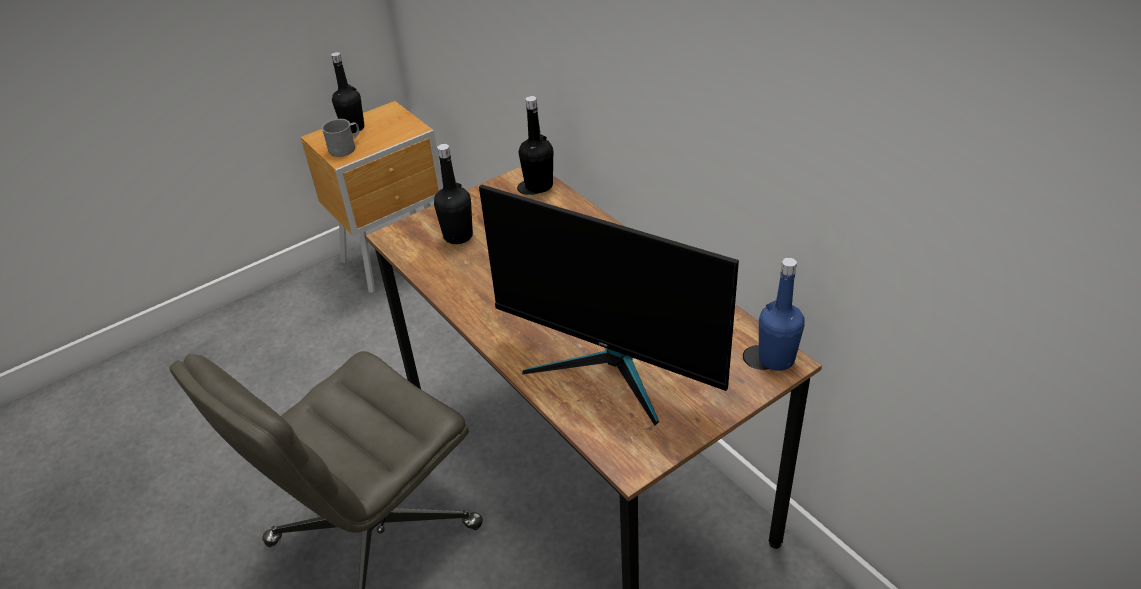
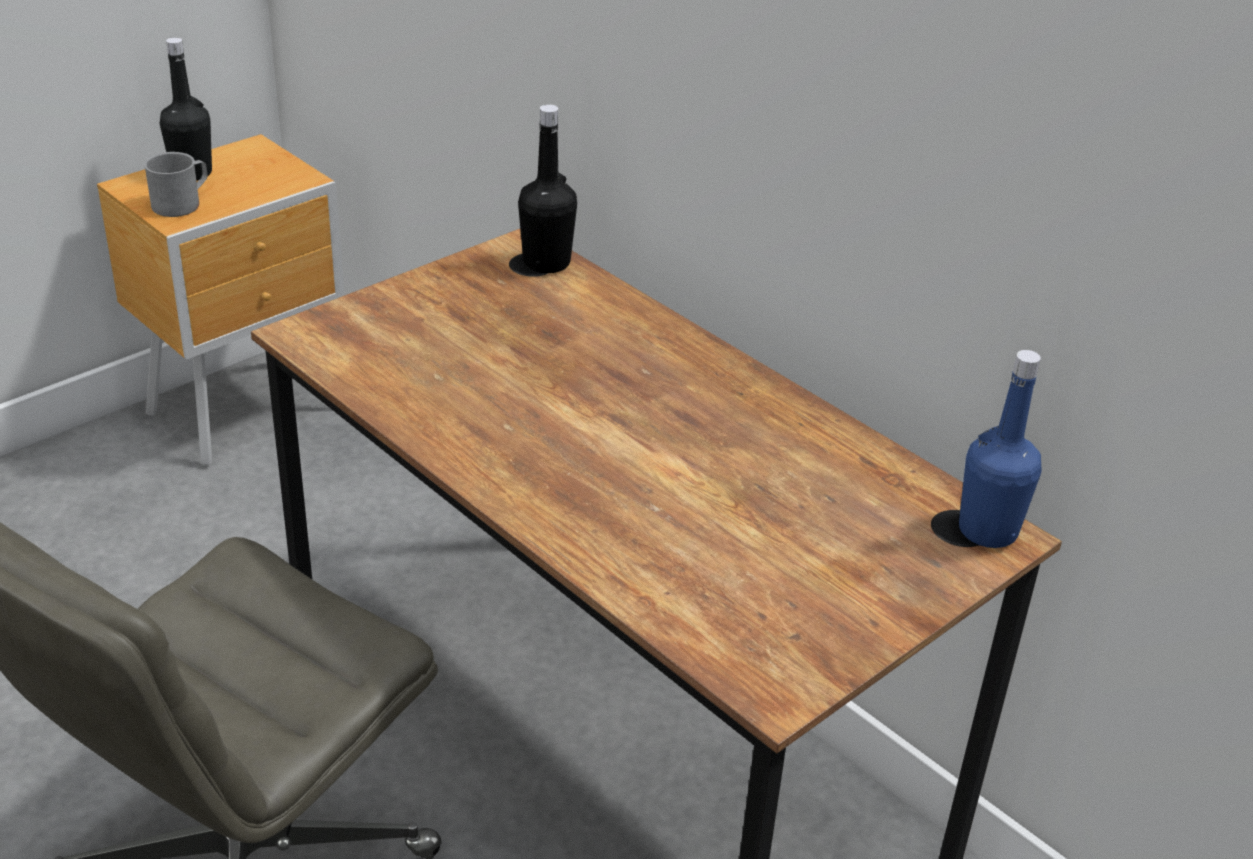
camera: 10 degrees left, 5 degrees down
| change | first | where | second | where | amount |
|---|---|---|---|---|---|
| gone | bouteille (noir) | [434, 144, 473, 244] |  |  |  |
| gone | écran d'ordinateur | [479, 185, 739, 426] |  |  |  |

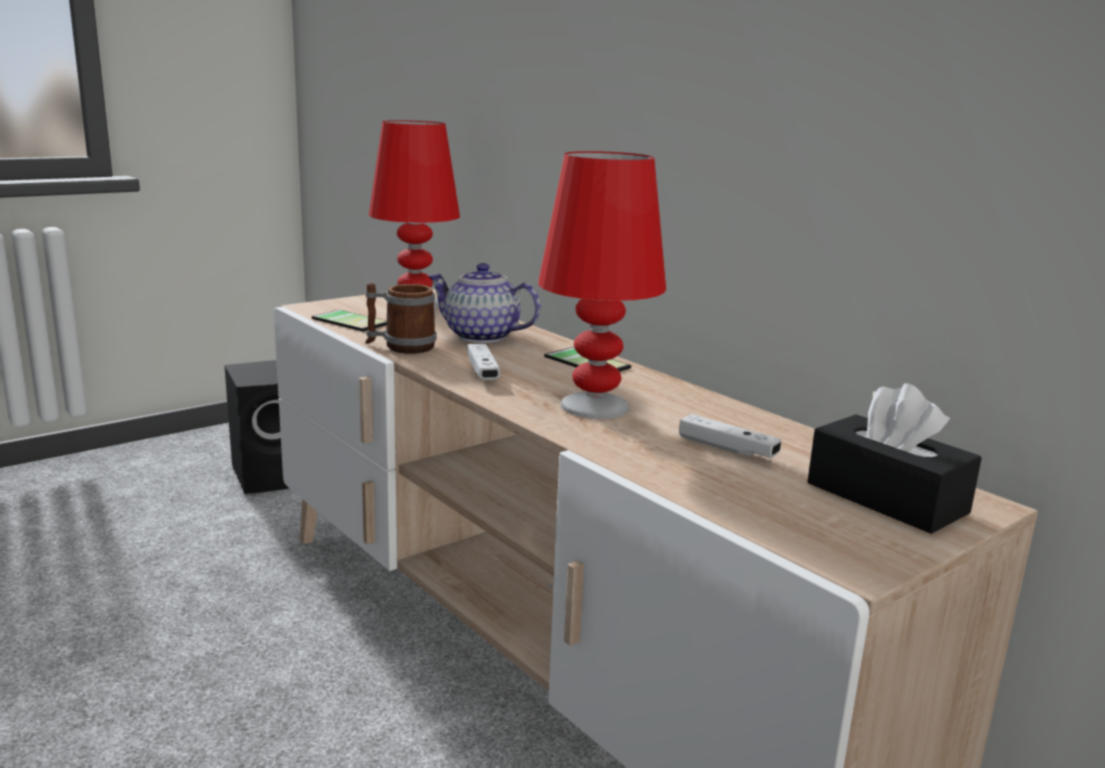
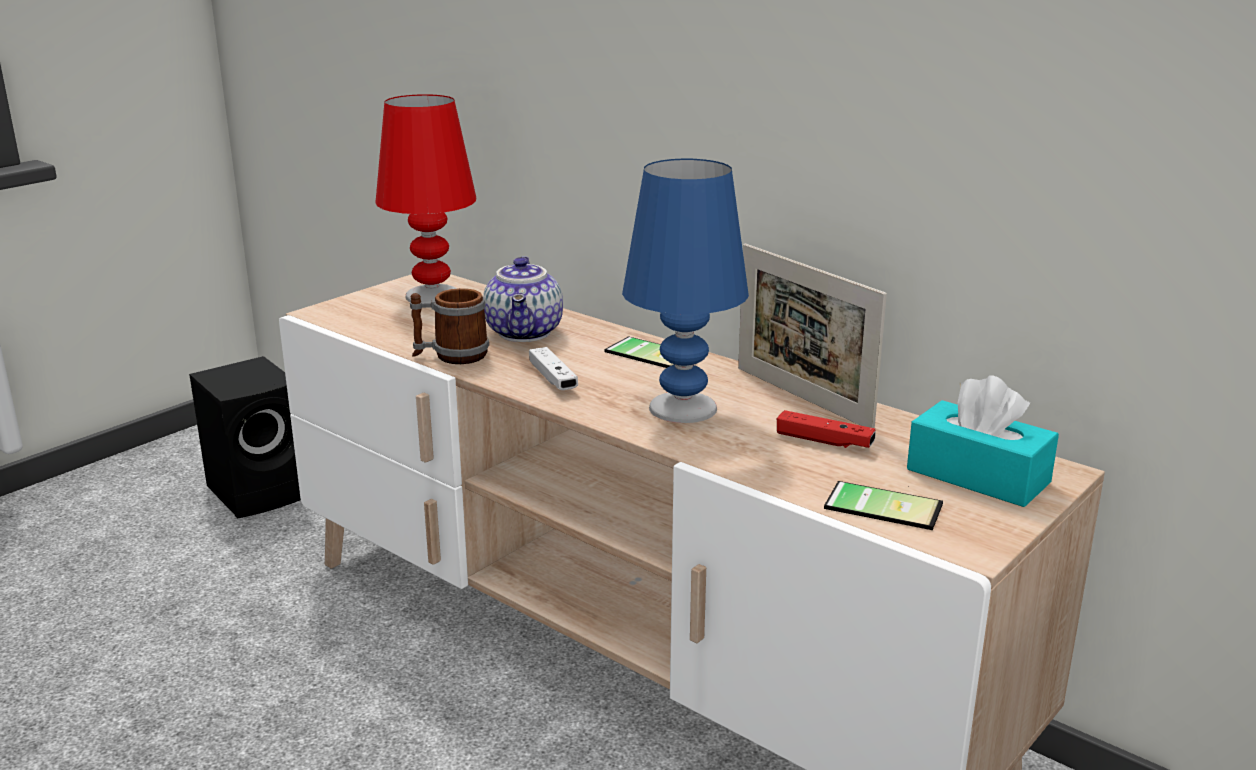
camera: 10 degrees left, 5 degrees up
| change | first | where | second | where | amount |
|---|---|---|---|---|---|
| repainted | lampe de table (rouge) | [538, 151, 666, 419] | lampe de table (bleu) | [622, 159, 749, 423] |  |
| rotated | théière | [428, 263, 541, 343] |  | [483, 256, 563, 342] | 105 degrees counterclockwise |
| shifted | téléphone | [312, 310, 387, 331] |  | [824, 481, 943, 530] |  |
| repainted | boîte à mouchoirs (noir) | [807, 384, 982, 534] | boîte à mouchoirs (turquoise) | [907, 375, 1059, 507] |  |
| repainted | manette (blanc) | [679, 414, 781, 458] | manette (rouge) | [777, 410, 876, 448] |  |
| new |  |  | cadre photo | [738, 243, 887, 428] |  |

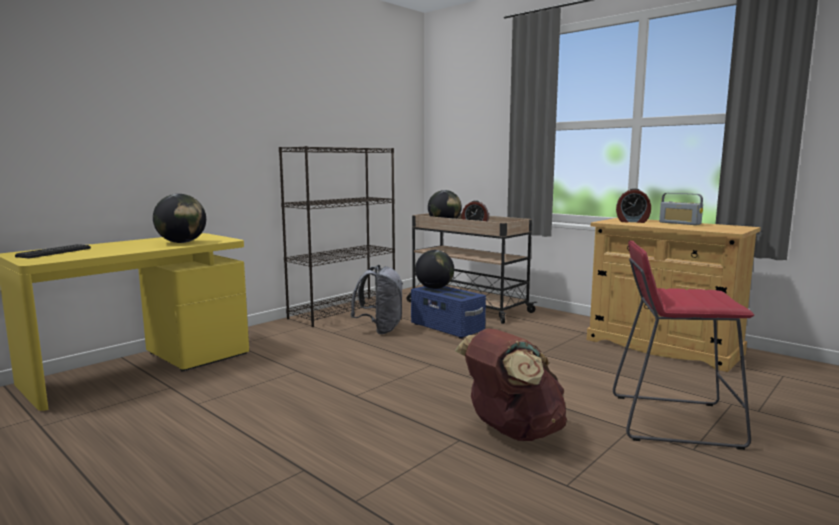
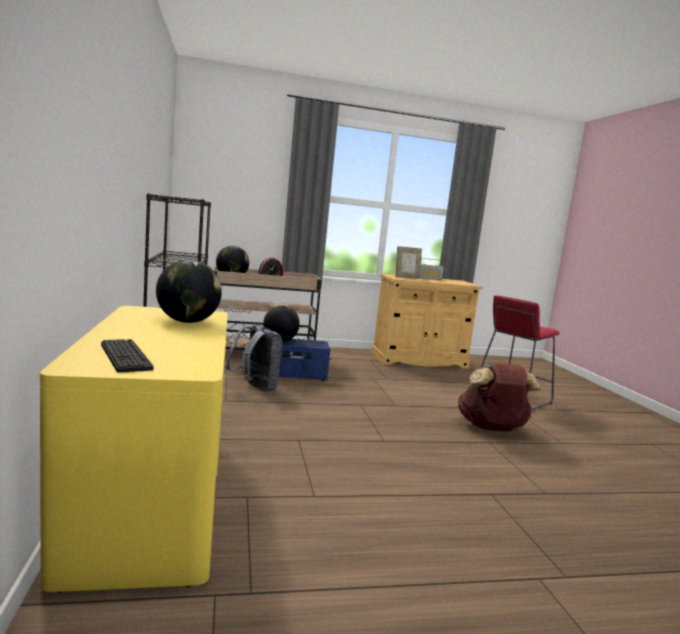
camera: 55 degrees left, 0 degrees up
| change | first | where | second | where | amount |
|---|---|---|---|---|---|
| swapped | réveil | [616, 188, 651, 223] | cadre photo | [395, 246, 422, 279] |  |

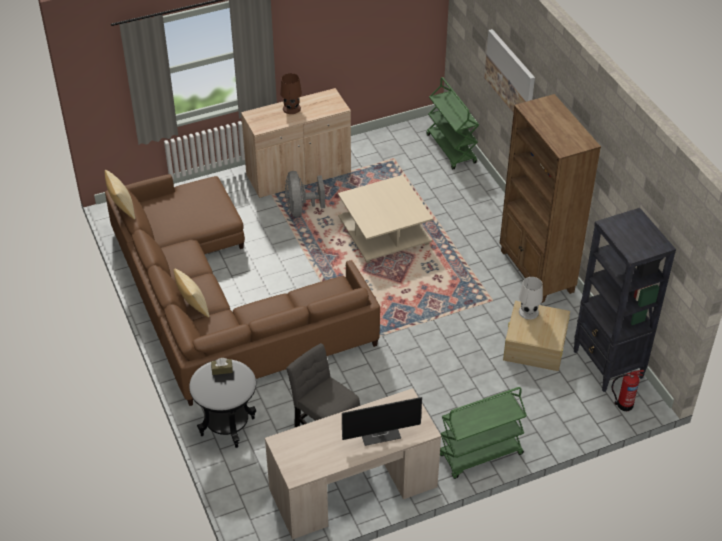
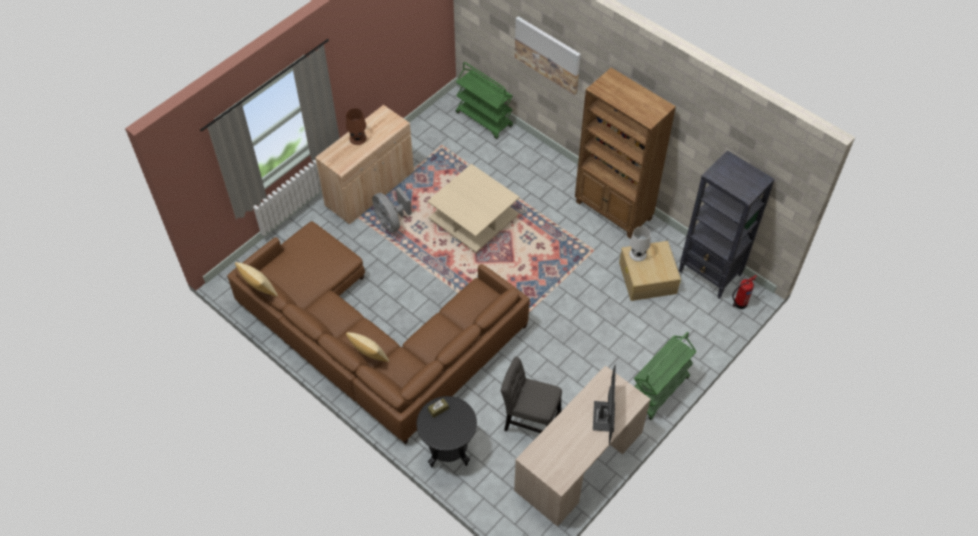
camera: 25 degrees left, 10 degrees up
| change | first | where | second | where | amount |
|---|---|---|---|---|---|
| rotated | écran d'ordinateur | [342, 397, 422, 446] |  | [593, 364, 616, 445] | 45 degrees counterclockwise |

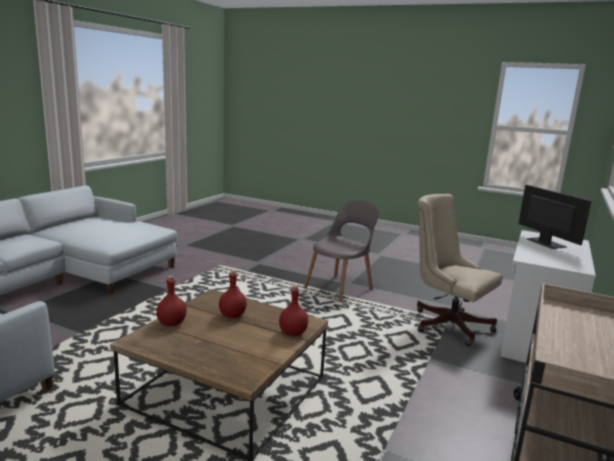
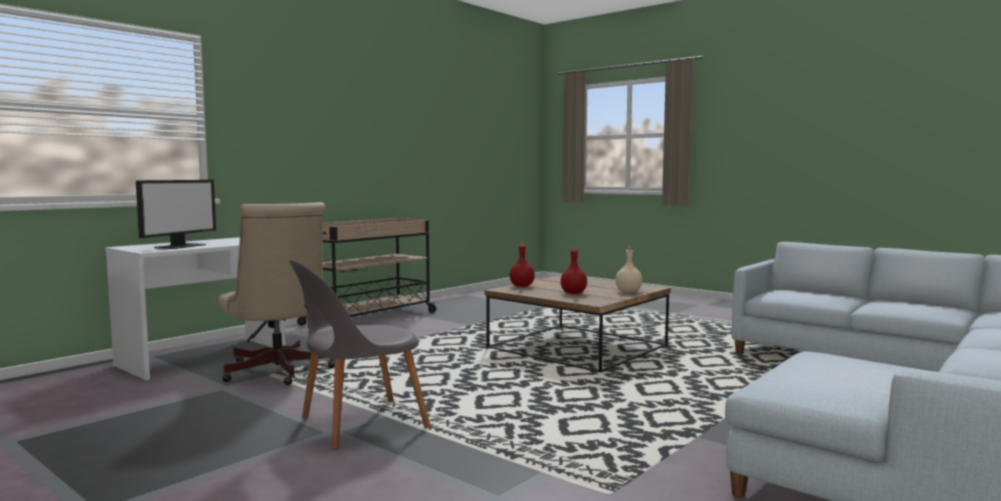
camera: 165 degrees left, 10 degrees down
| change | first | where | second | where | amount |
|---|---|---|---|---|---|
| rotated | écran d'ordinateur | [518, 185, 591, 249] |  | [136, 180, 216, 249] | 150 degrees counterclockwise |
| repainted | bouteille (rouge) | [156, 276, 187, 326] | bouteille (beige) | [616, 246, 642, 293] |  |

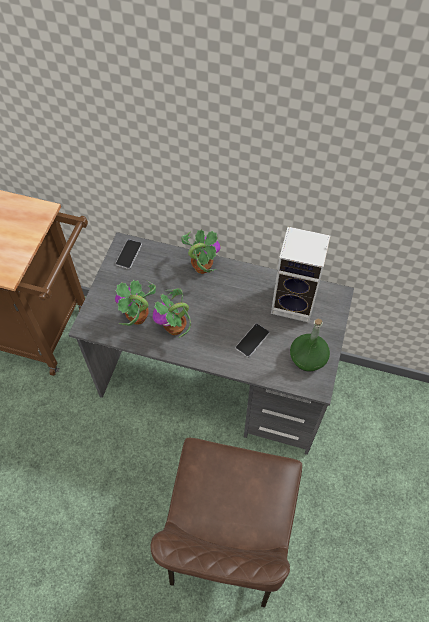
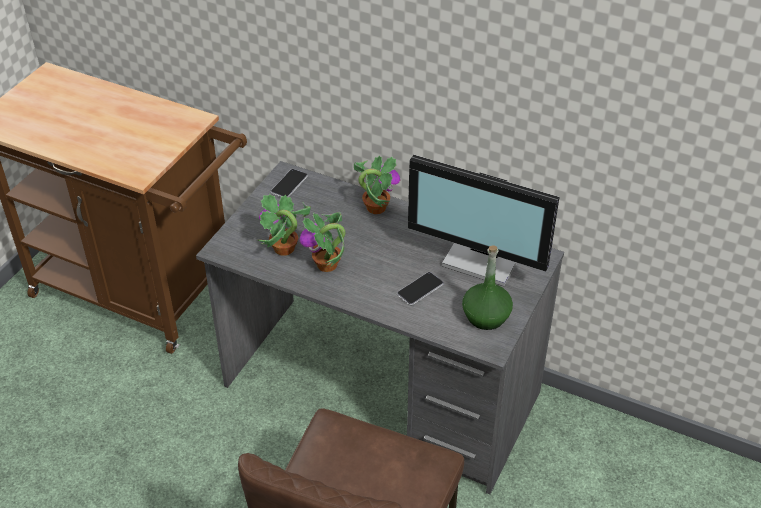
camera: 10 degrees right, 15 degrees down
| change | first | where | second | where | amount |
|---|---|---|---|---|---|
| swapped | enceinte | [271, 227, 330, 323] | écran d'ordinateur | [408, 155, 559, 286] |  |

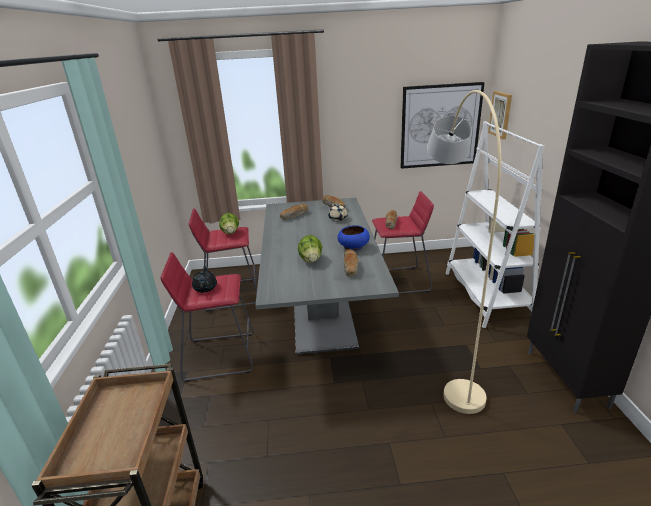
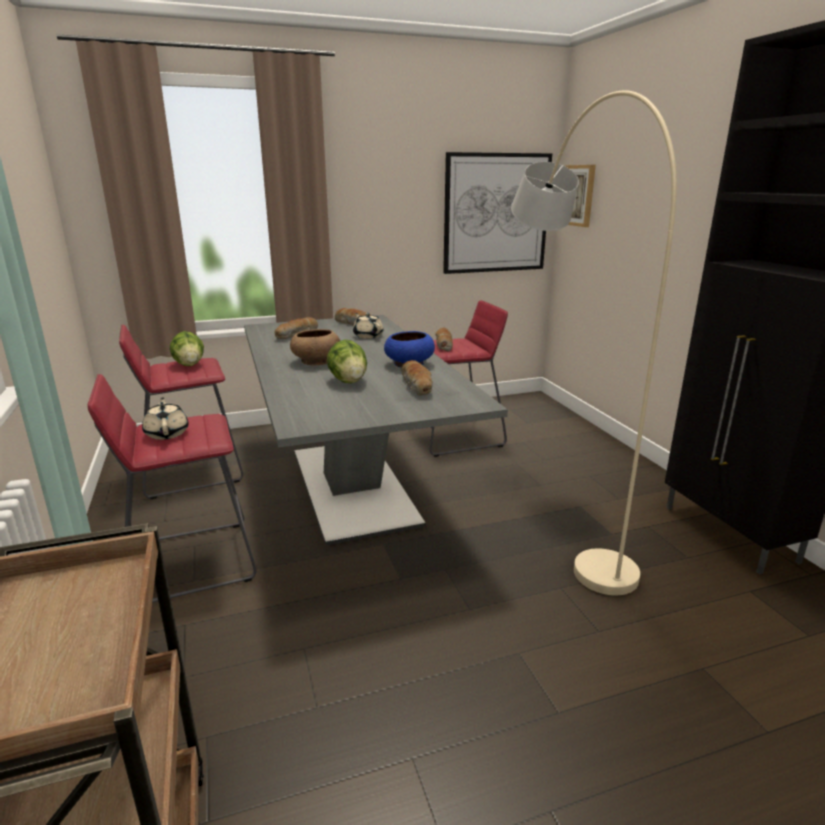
camera: 15 degrees left, 5 degrees down
| change | first | where | second | where | amount |
|---|---|---|---|---|---|
| gone | bibliothèque (blanc) | [446, 121, 545, 328] |  |  |  |
| repainted | théière (noir) | [192, 266, 217, 292] | théière (beige) | [142, 398, 189, 440] |  |
| new |  |  | bol (marron) | [290, 329, 340, 365] |  |

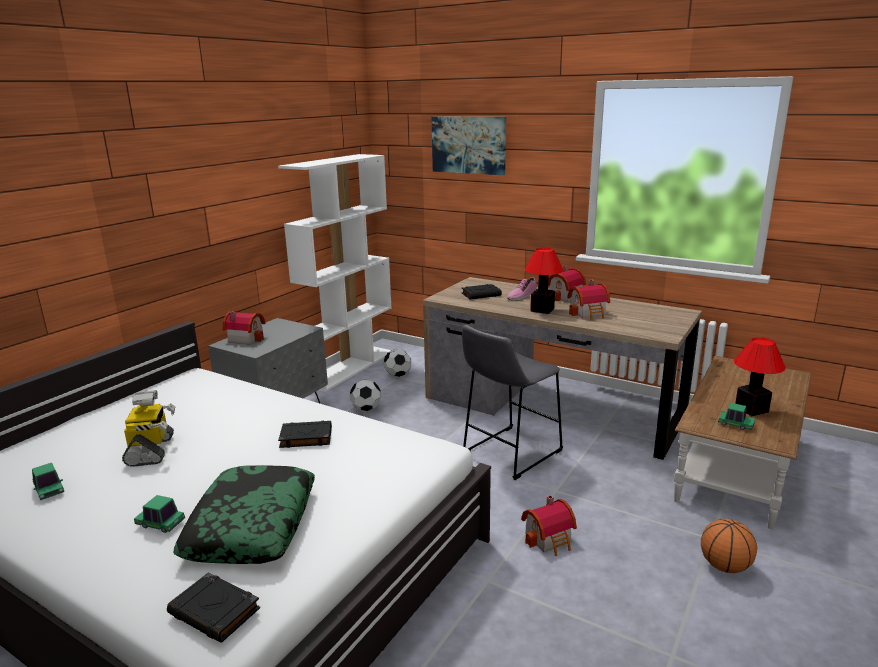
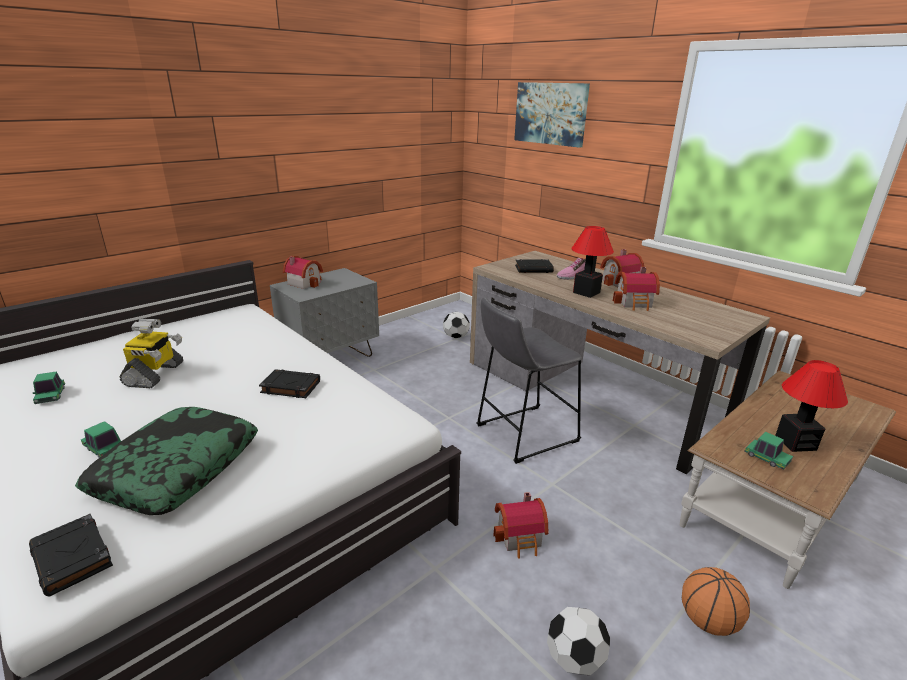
camera: 15 degrees right, 5 degrees up
| change | first | where | second | where | amount |
|---|---|---|---|---|---|
| gone | bibliothèque (blanc) | [278, 154, 392, 392] |  |  |  |
| shifted | ballon de foot | [350, 379, 381, 411] |  | [547, 607, 610, 675] |  |

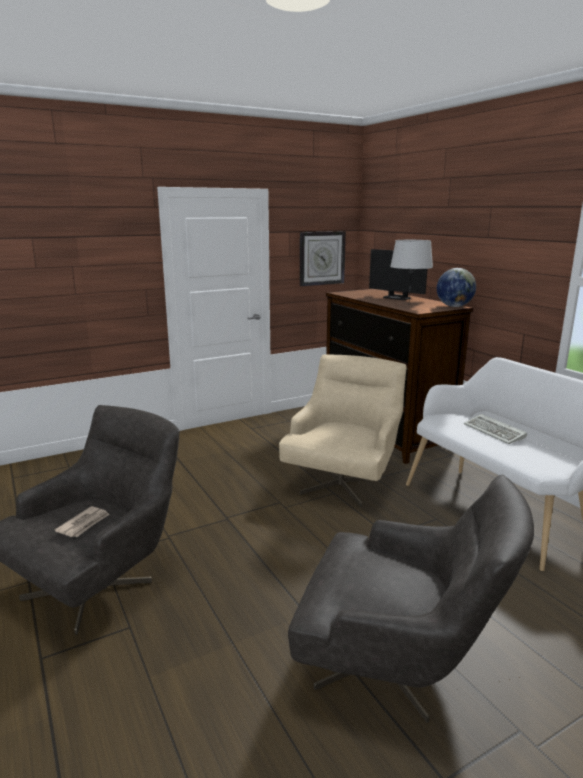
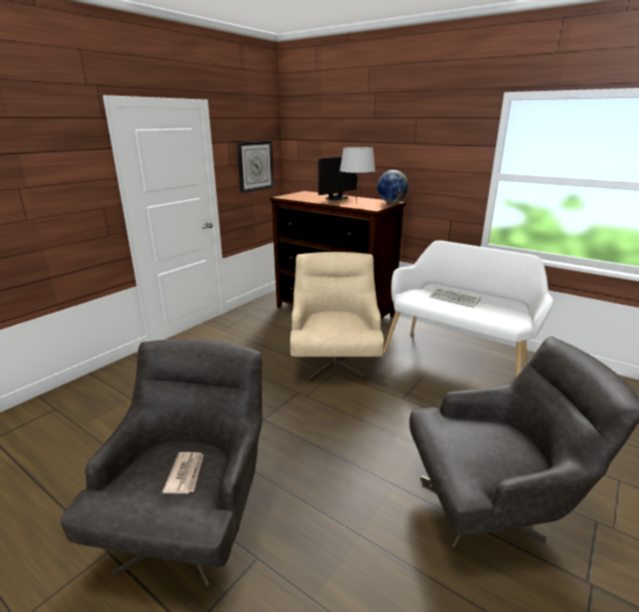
camera: 25 degrees left, 5 degrees up
| change | first | where | second | where | amount |
|---|---|---|---|---|---|
| rotated | écran d'ordinateur | [369, 249, 427, 300] |  | [318, 157, 357, 200] | 60 degrees counterclockwise |

